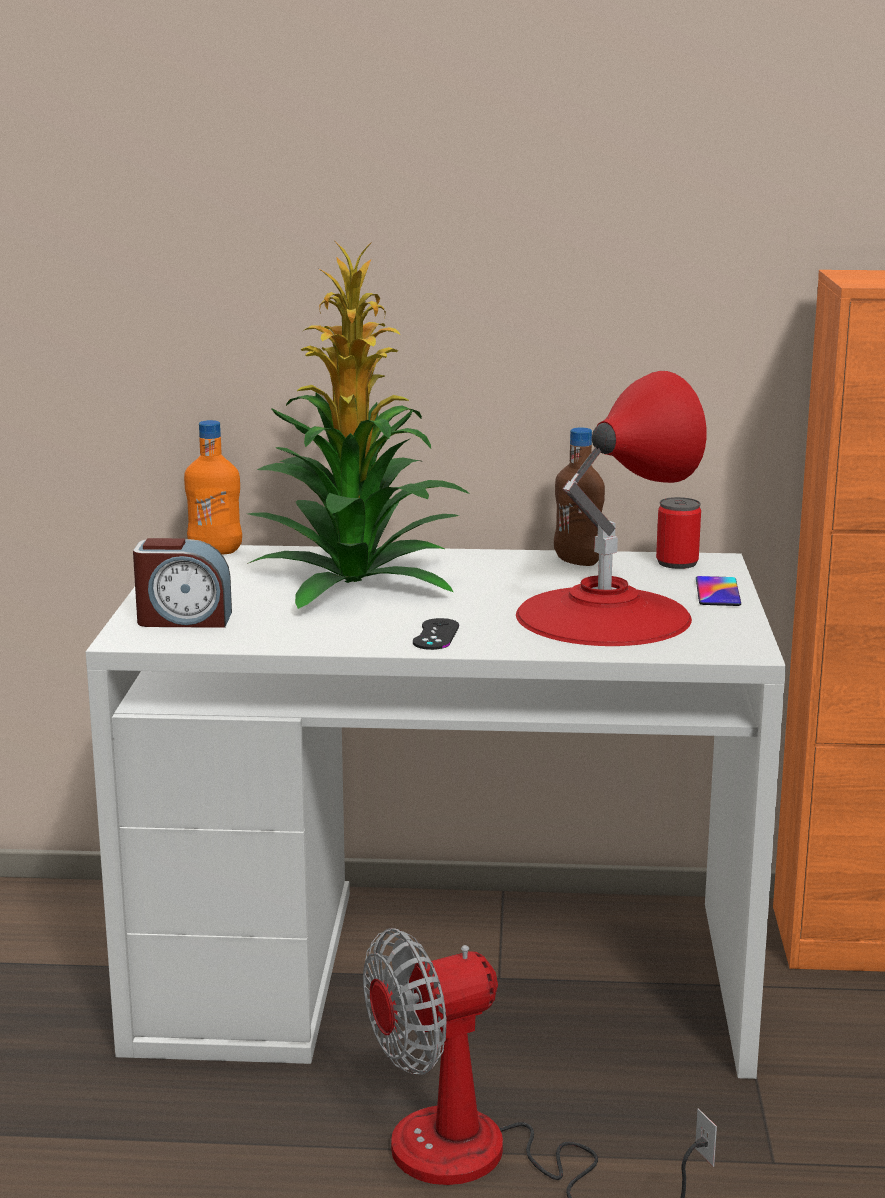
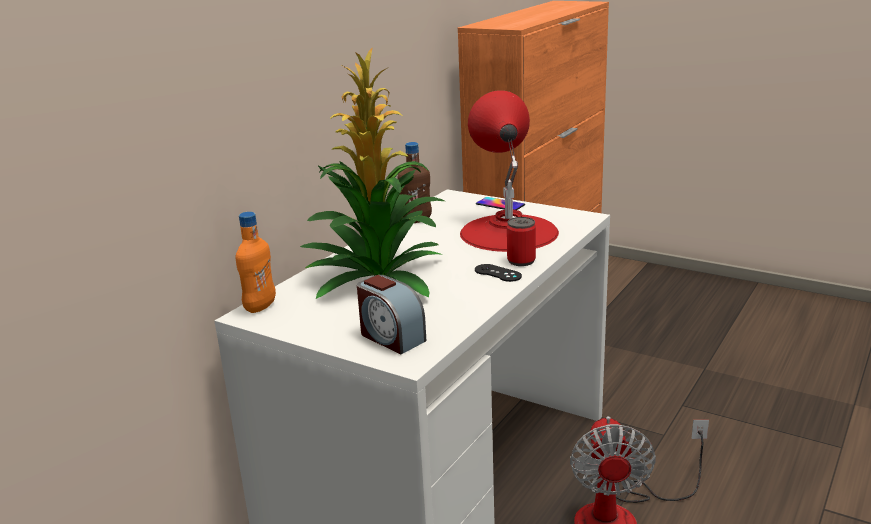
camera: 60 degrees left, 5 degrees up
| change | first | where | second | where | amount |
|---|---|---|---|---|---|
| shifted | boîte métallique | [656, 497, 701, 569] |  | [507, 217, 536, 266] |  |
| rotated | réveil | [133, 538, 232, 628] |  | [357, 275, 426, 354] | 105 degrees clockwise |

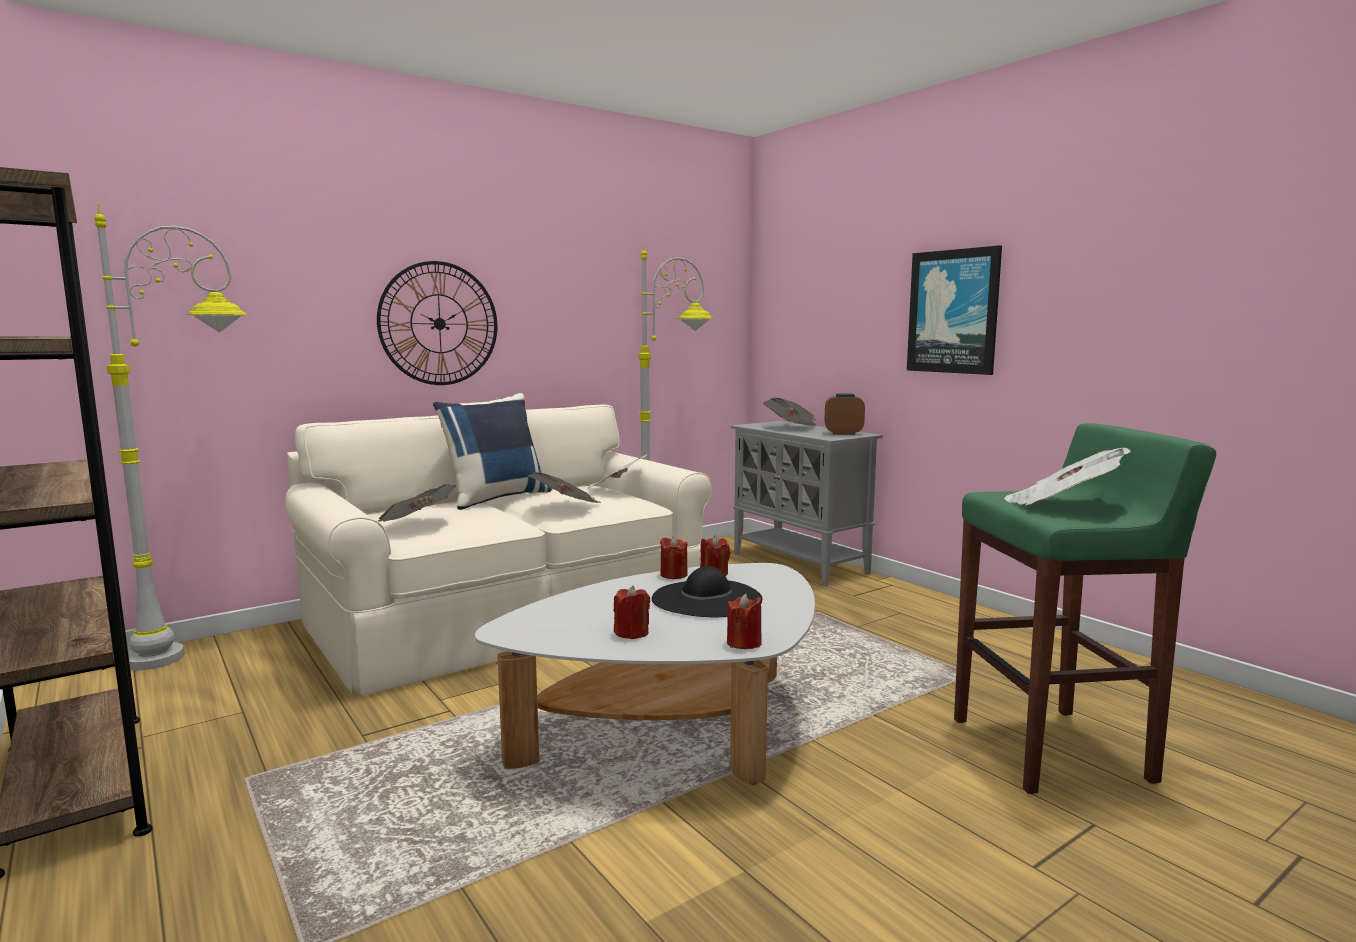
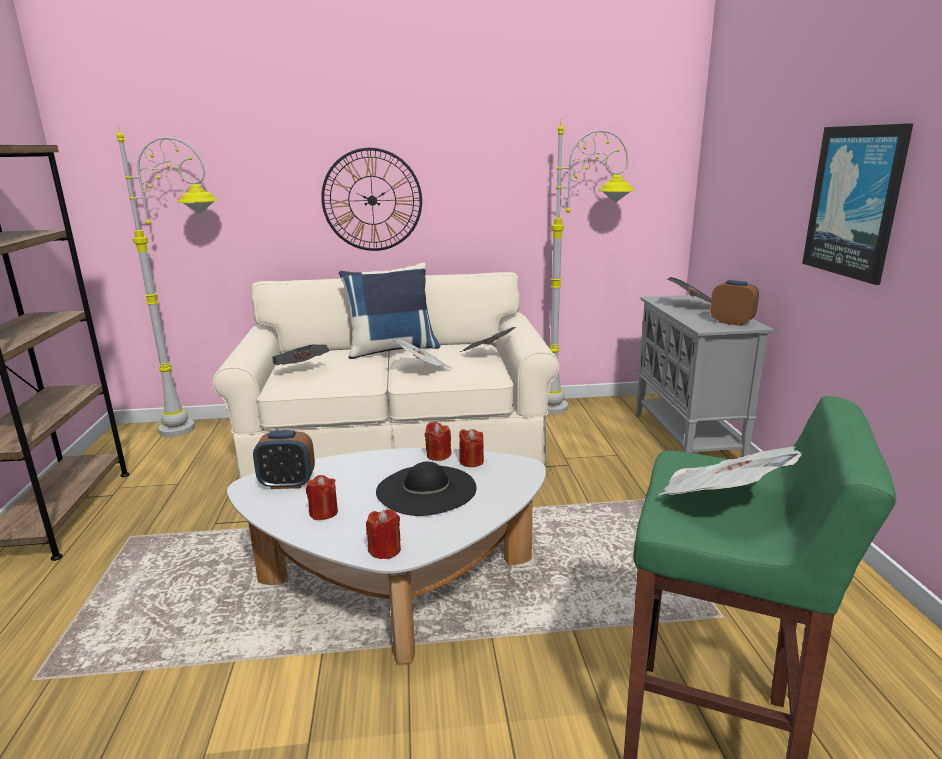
camera: 30 degrees right, 10 degrees up
| change | first | where | second | where | amount |
|---|---|---|---|---|---|
| new |  |  | réveil | [253, 430, 315, 489] |  |

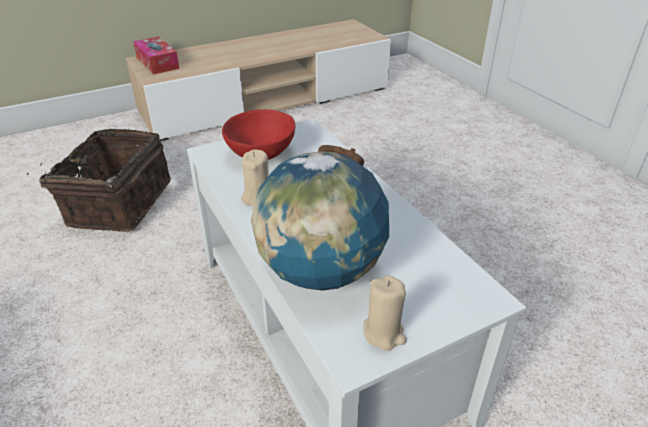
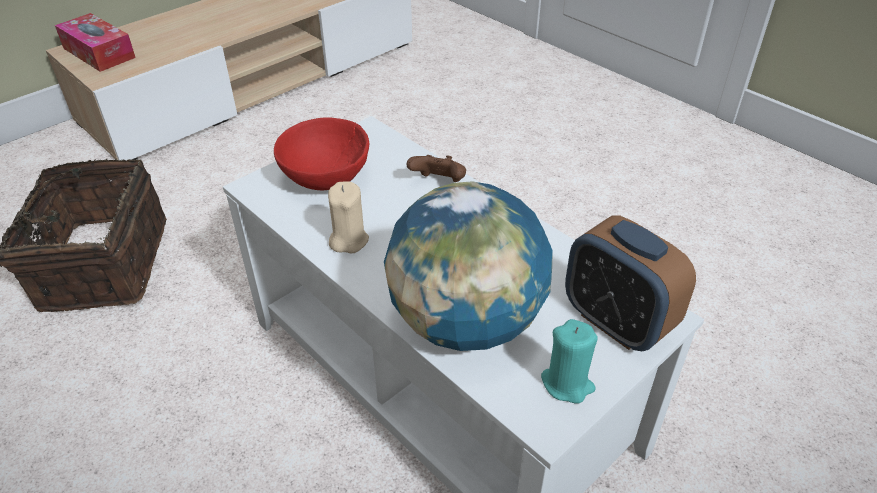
camera: 15 degrees left, 5 degrees up
| change | first | where | second | where | amount |
|---|---|---|---|---|---|
| repainted | bougie (beige) | [363, 275, 407, 351] | bougie (turquoise) | [541, 319, 597, 403] |  |
| new |  |  | réveil | [565, 215, 696, 351] |  |

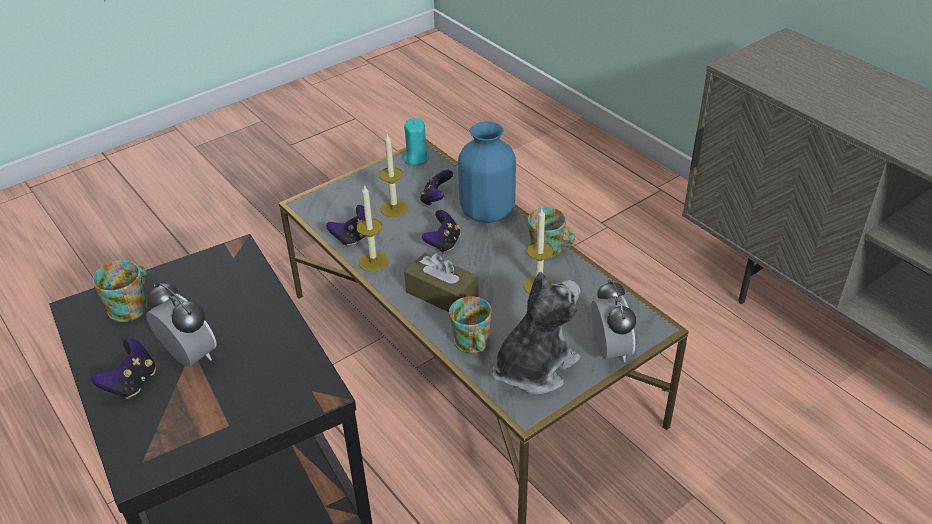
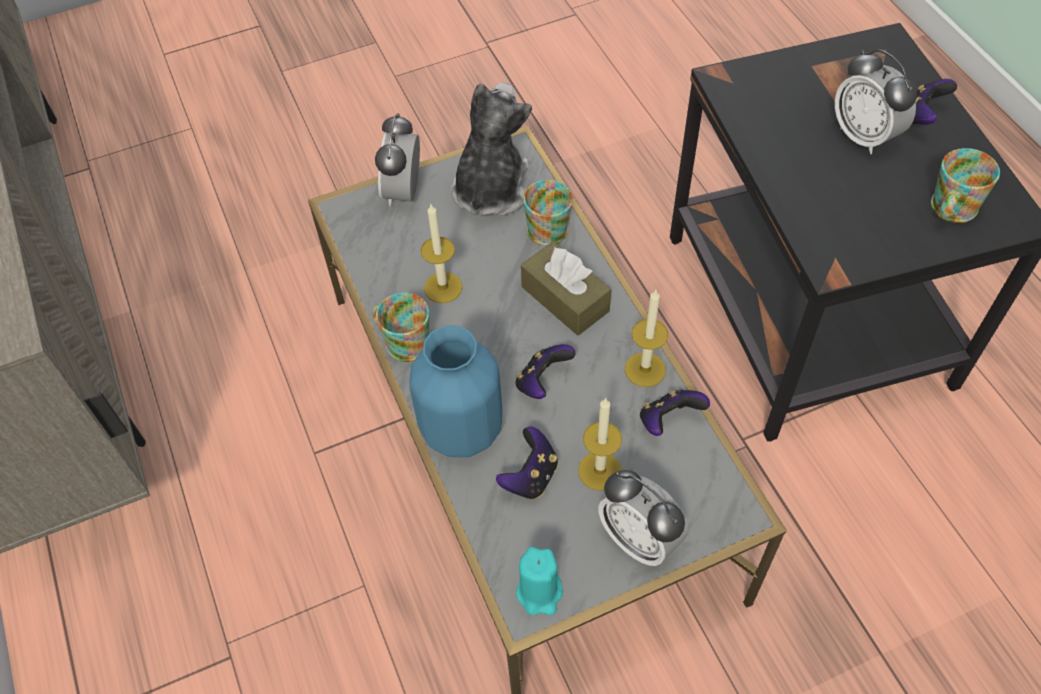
camera: 165 degrees left, 15 degrees up
| change | first | where | second | where | amount |
|---|---|---|---|---|---|
| rotated | peluche | [492, 272, 580, 395] |  | [451, 82, 532, 216] | 135 degrees clockwise |
| new |  |  | réveil | [598, 470, 688, 566] |  |

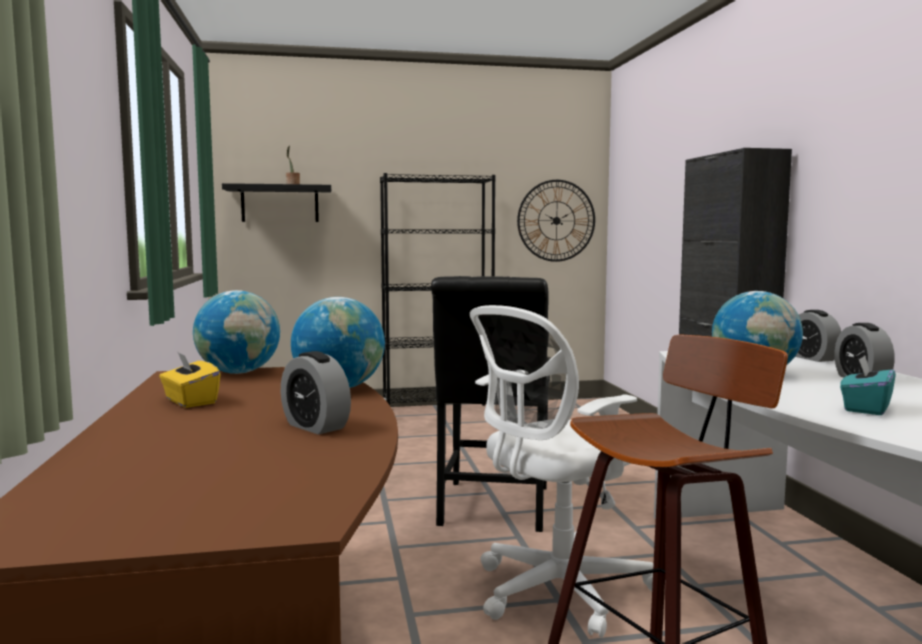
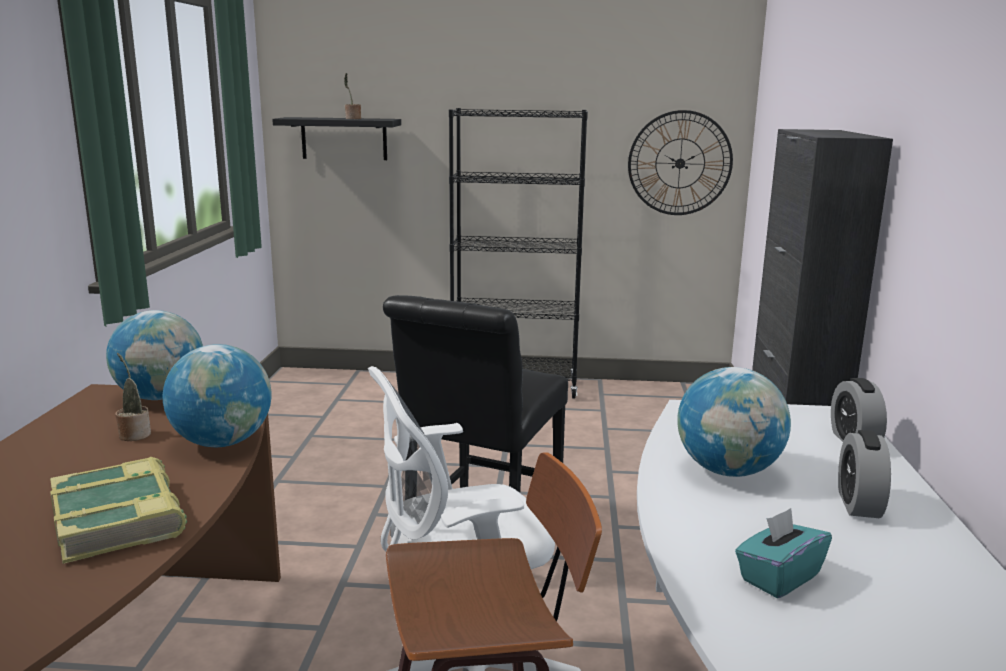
camera: 15 degrees right, 10 degrees up
| change | first | where | second | where | amount |
|---|---|---|---|---|---|
| swapped | réveil | [281, 351, 351, 435] | livre | [50, 457, 187, 564] |  |
| gone | boîte à mouchoirs (jaune) | [159, 353, 221, 408] |  |  |  |
| new |  |  | plante en pot | [115, 353, 151, 441] |  |

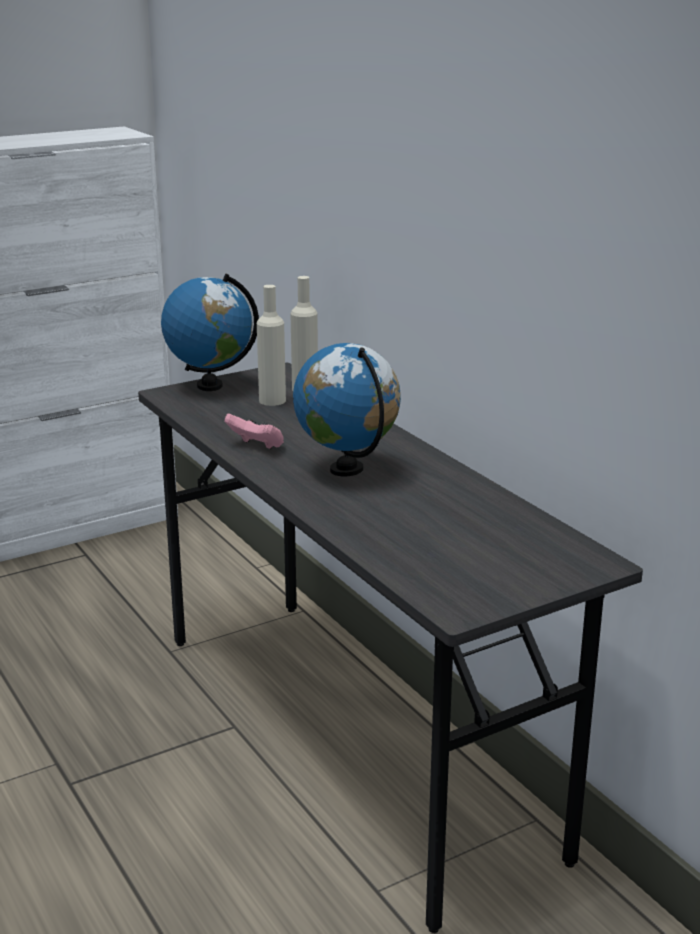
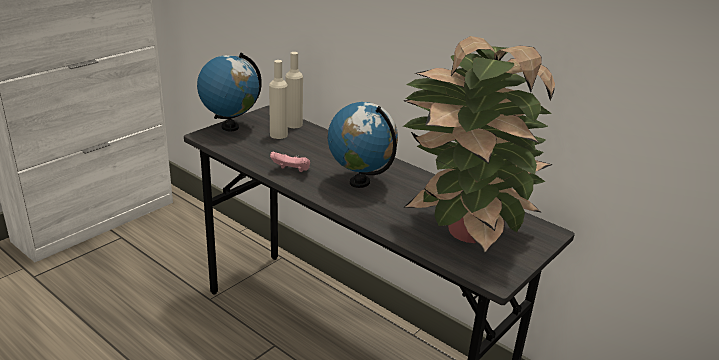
camera: 20 degrees left, 5 degrees up
| change | first | where | second | where | amount |
|---|---|---|---|---|---|
| new |  |  | plante en pot | [403, 36, 555, 254] |  |

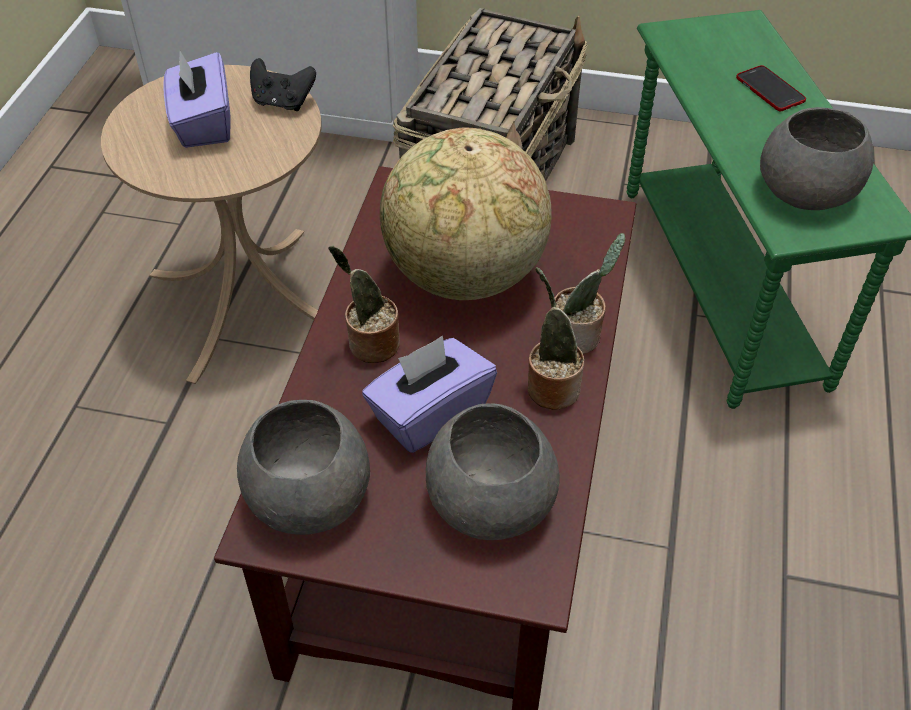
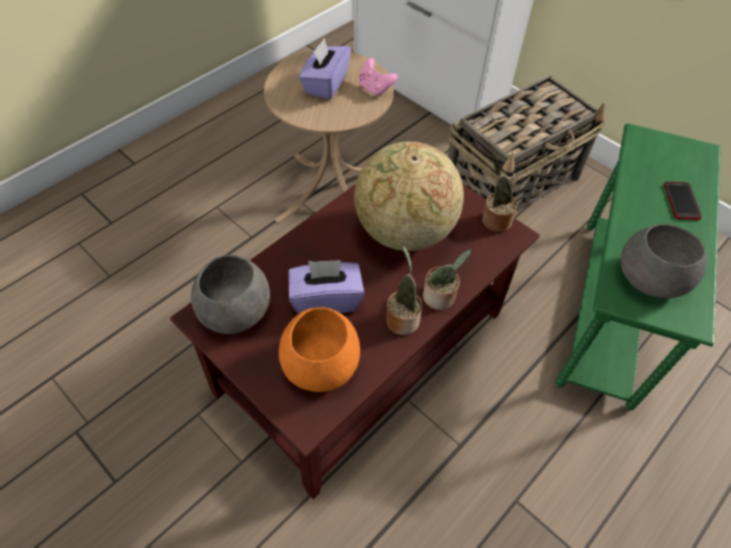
camera: 30 degrees right, 5 degrees up
| change | first | where | second | where | amount |
|---|---|---|---|---|---|
| repainted | manette (noir) | [250, 58, 316, 111] | manette (rose) | [358, 58, 398, 97] |  |
| shifted | plante en pot | [328, 245, 400, 363] |  | [482, 156, 517, 233] |  |
| repainted | bol (gris) | [426, 403, 560, 540] | bol (orange) | [279, 307, 360, 392] |  |

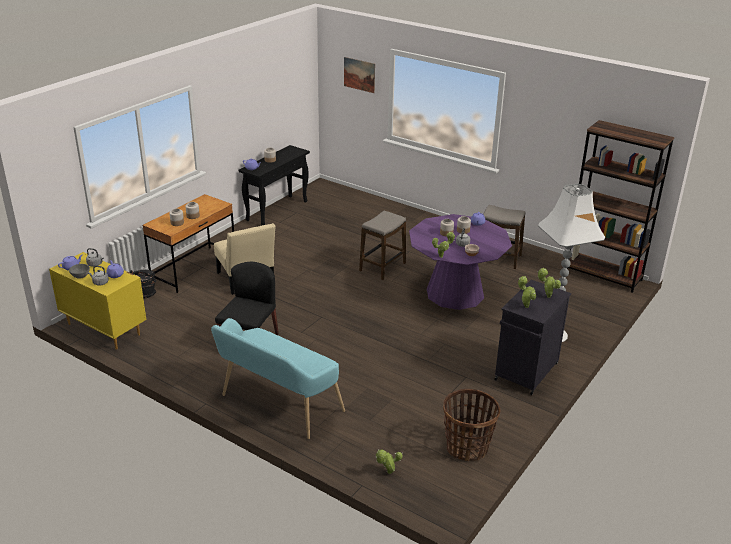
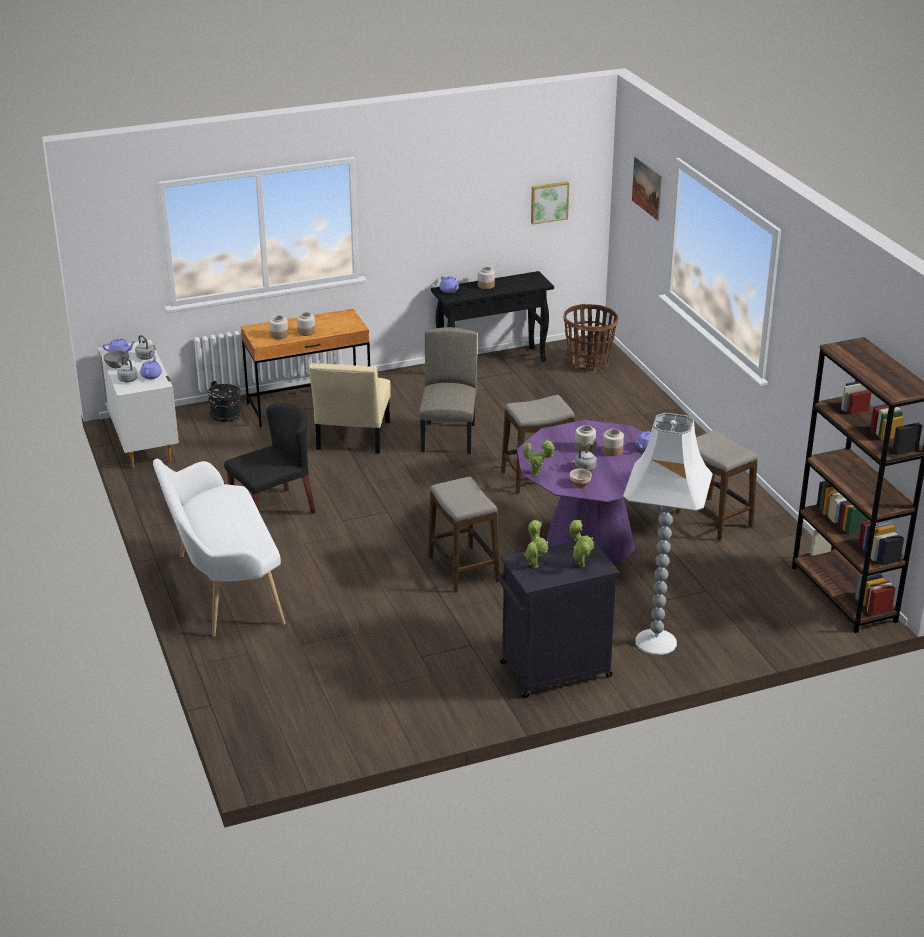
camera: 35 degrees right, 0 degrees up
| change | first | where | second | where | amount |
|---|---|---|---|---|---|
| repainted | commode (jaune) | [49, 252, 147, 350] | commode (blanc) | [98, 340, 179, 468] |  |
| repainted | banc (turquoise) | [211, 318, 345, 439] | banc (blanc) | [153, 459, 285, 637] |  |
| shifted | panier | [443, 389, 500, 461] |  | [564, 304, 618, 372] |  |
| gone | plante en pot | [376, 449, 403, 474] |  |  |  |
| new |  |  | tableau | [531, 181, 569, 224] |  |
| new |  |  | chaise (beige) | [419, 327, 477, 454] |  |
| new |  |  | tabouret | [428, 477, 499, 593] |  |

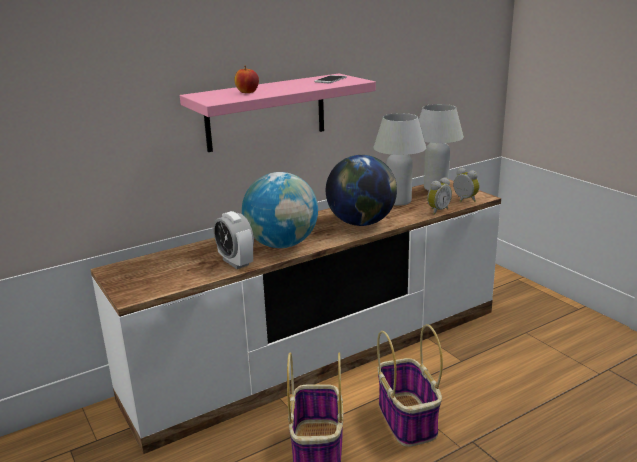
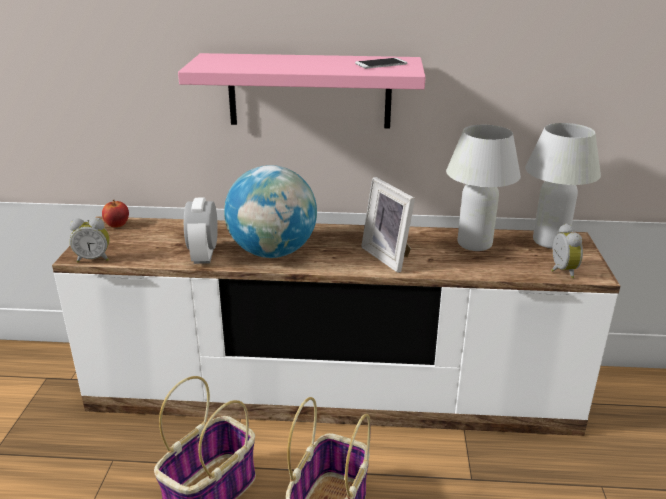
camera: 35 degrees right, 5 degrees up
| change | first | where | second | where | amount |
|---|---|---|---|---|---|
| shifted | pomme | [234, 65, 259, 93] |  | [102, 199, 129, 228] |  |
| swapped | globe | [326, 155, 397, 226] | cadre photo | [361, 177, 415, 273] |  |
| shifted | réveil | [427, 177, 452, 215] |  | [70, 218, 110, 262] |  |

